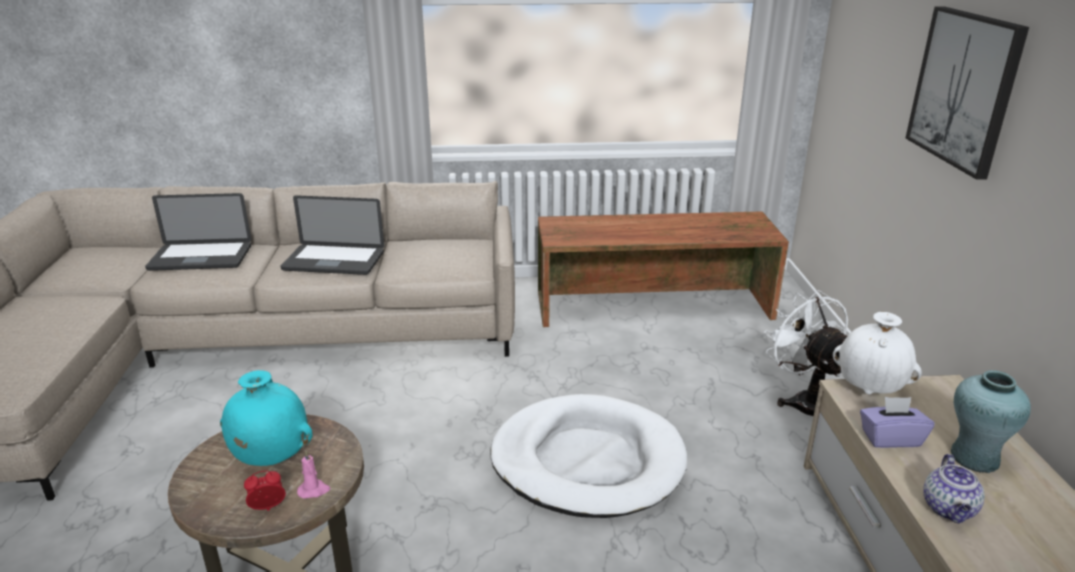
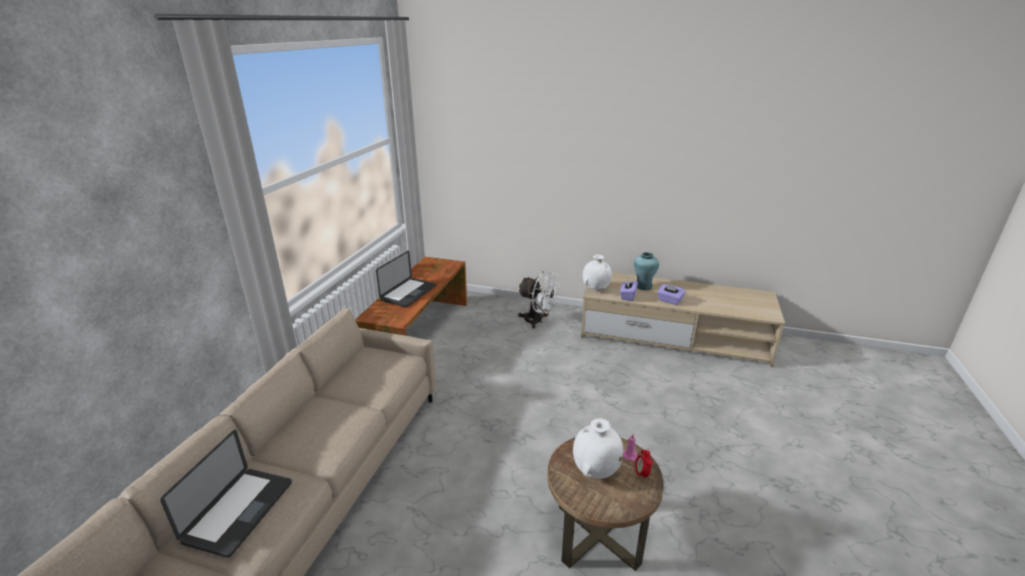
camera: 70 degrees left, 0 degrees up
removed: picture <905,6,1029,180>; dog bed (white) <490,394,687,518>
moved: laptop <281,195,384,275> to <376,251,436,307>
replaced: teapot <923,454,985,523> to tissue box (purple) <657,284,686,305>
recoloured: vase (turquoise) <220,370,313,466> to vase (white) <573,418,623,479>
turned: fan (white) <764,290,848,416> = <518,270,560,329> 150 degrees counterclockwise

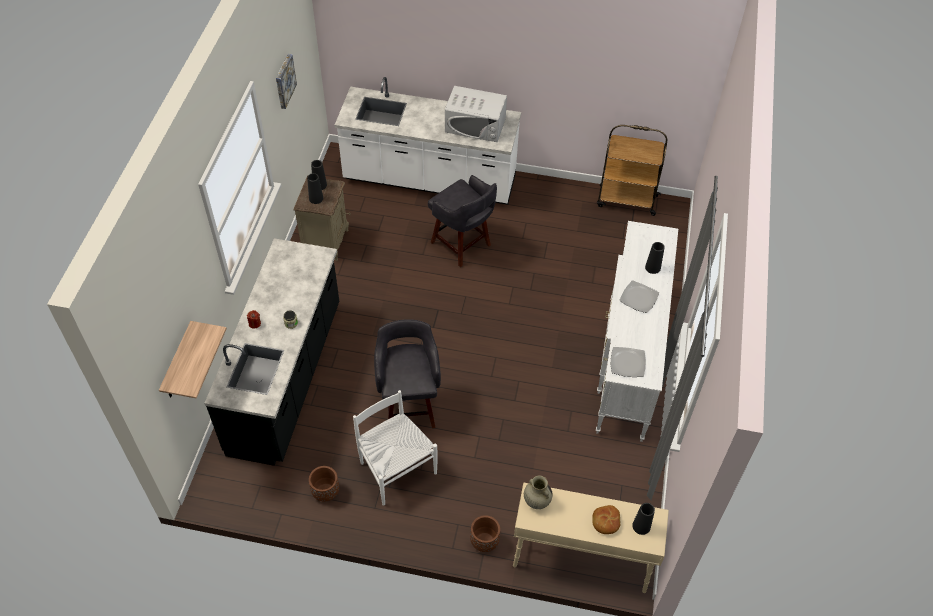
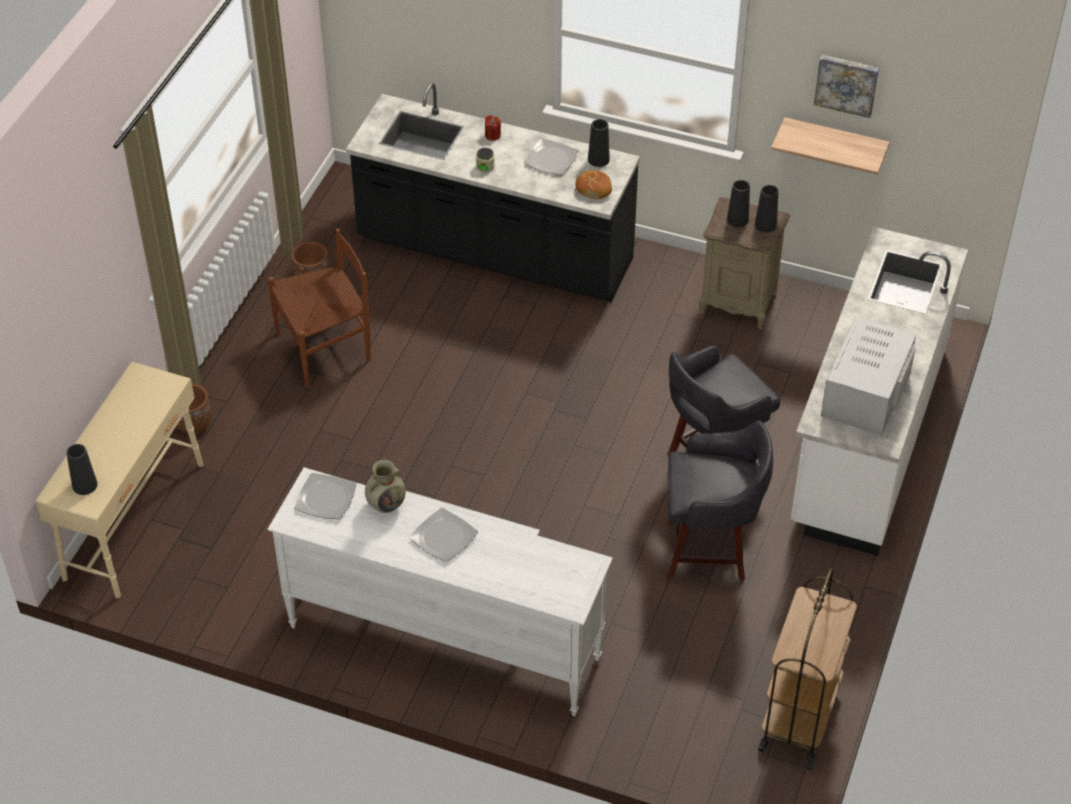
camera: 100 degrees right, 5 degrees down
added: plate <524,138,579,175>
moved: vase (black) <645,242,665,274> to <588,119,610,167>; stool (grey) <374,319,441,428> to <667,420,773,580>; shelf <159,321,227,399> to <771,117,890,175>; vase (beige) <524,475,553,509> to <365,460,406,513>; bread <592,505,620,534> to <575,170,612,199>
recoloured: chair (white) <353,390,437,506> to chair (brown) <268,228,370,388>

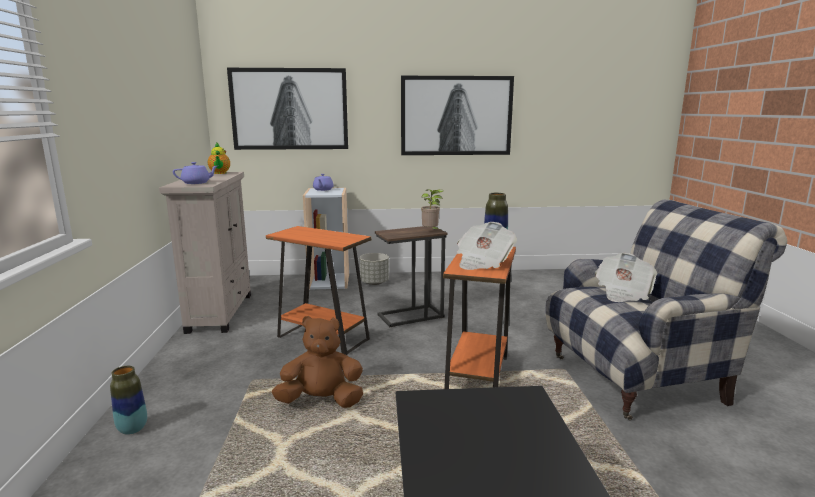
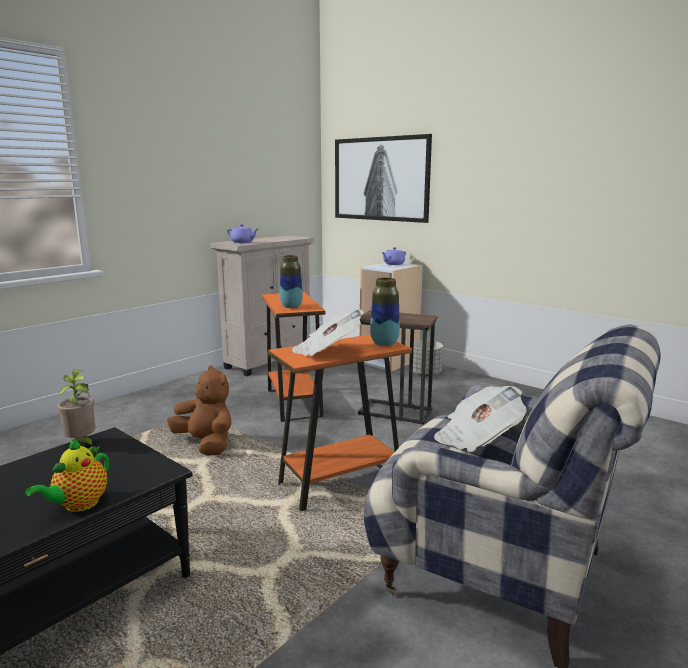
camera: 45 degrees right, 0 degrees up
removed: picture <401,76,514,155>
moved: teapot <208,143,230,174> to <25,439,109,512>; potted plant <421,189,444,229> to <57,370,95,447>; vase <110,366,147,435> to <280,255,303,308>

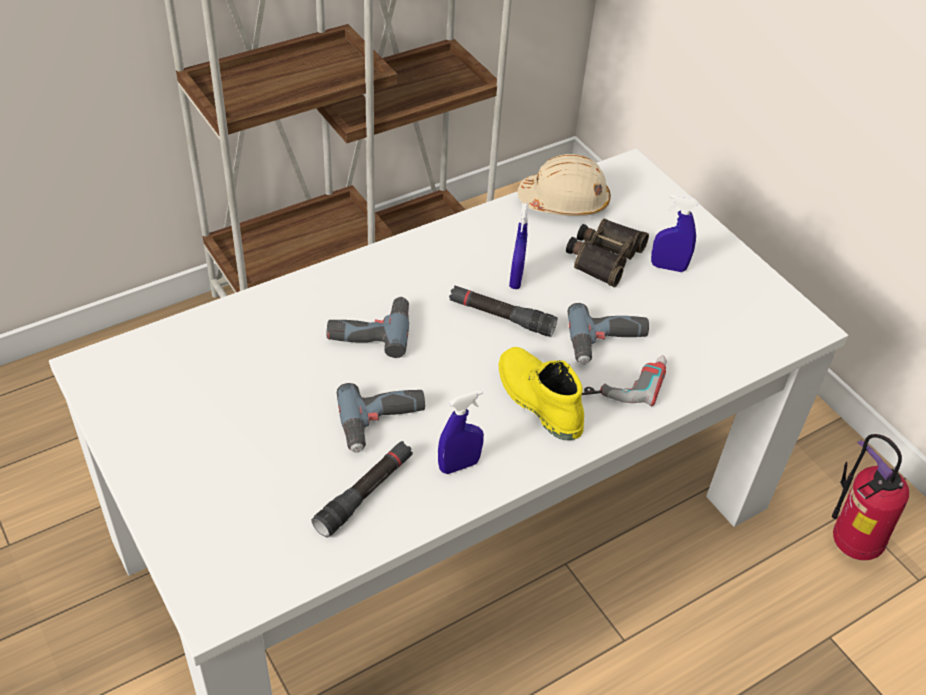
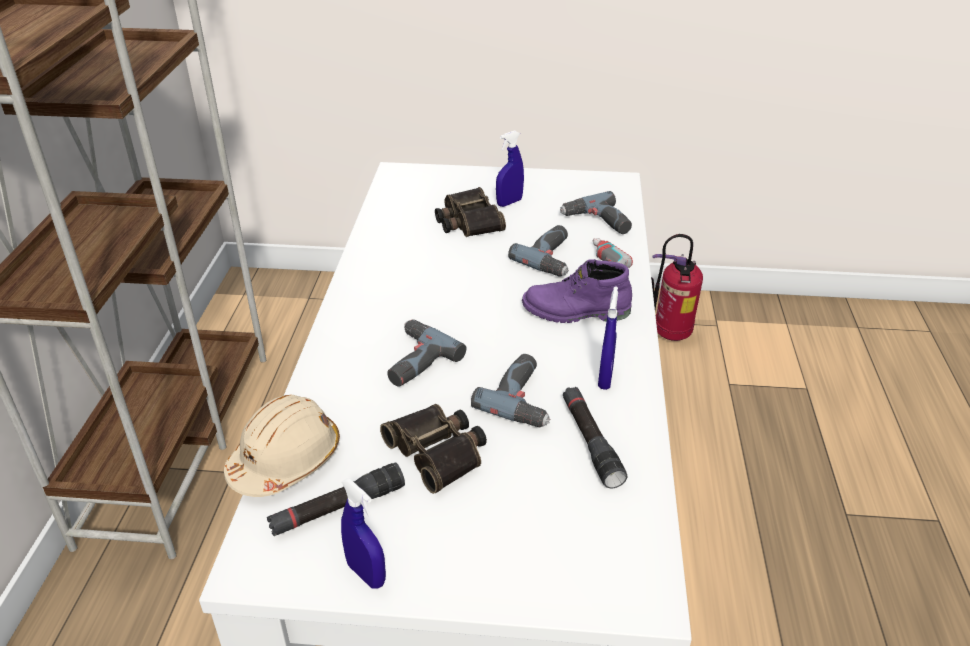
camera: 50 degrees left, 10 degrees down
added: power drill <560,191,632,234>; binoculars <380,404,487,494>
moved: hard hat (beige) <518,154,611,216> to <224,395,340,497>; spray bottle (blue) <509,203,528,289> to <341,478,386,589>; flashlight (black) <449,285,557,337> to <267,462,405,536>
recoloured: boot (yellow) <499,347,584,440> to boot (purple) <522,259,632,323>

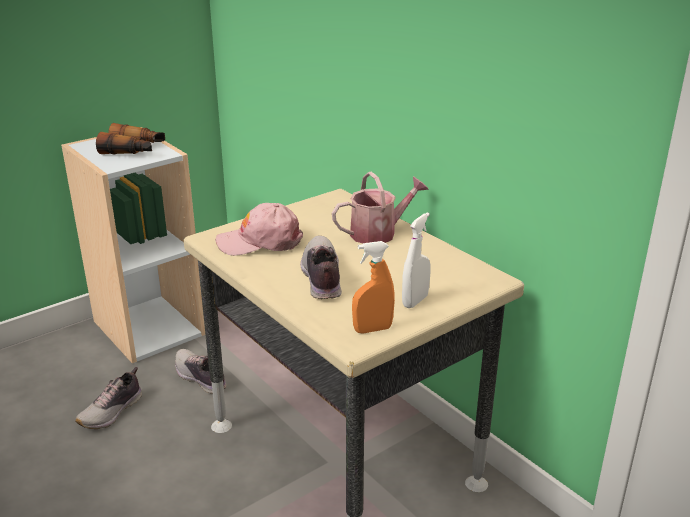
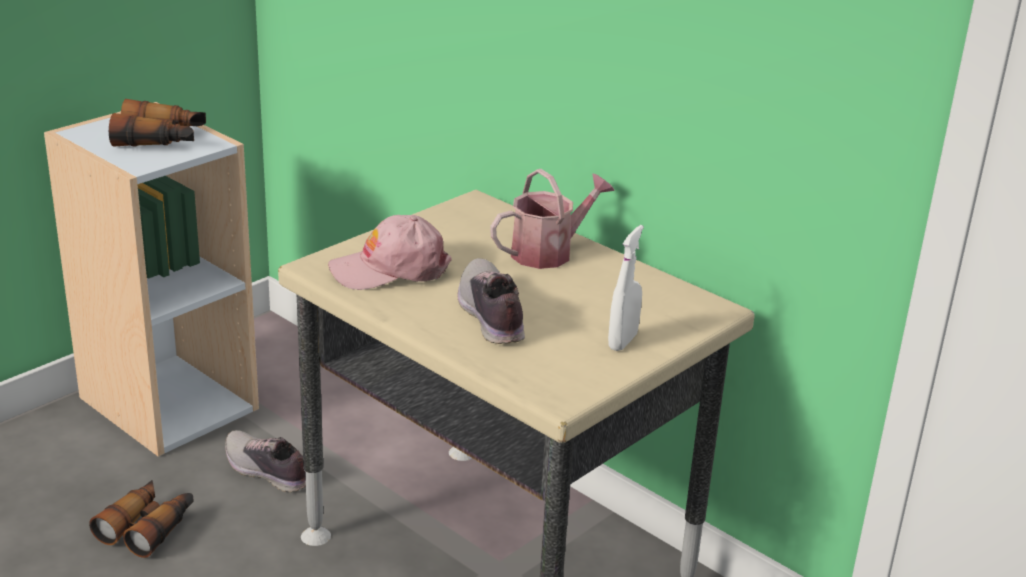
camera: 10 degrees left, 0 degrees up
removed: spray bottle (orange) <352,241,395,333>
replaced: shoe <75,367,142,429> to binoculars <89,480,194,558>

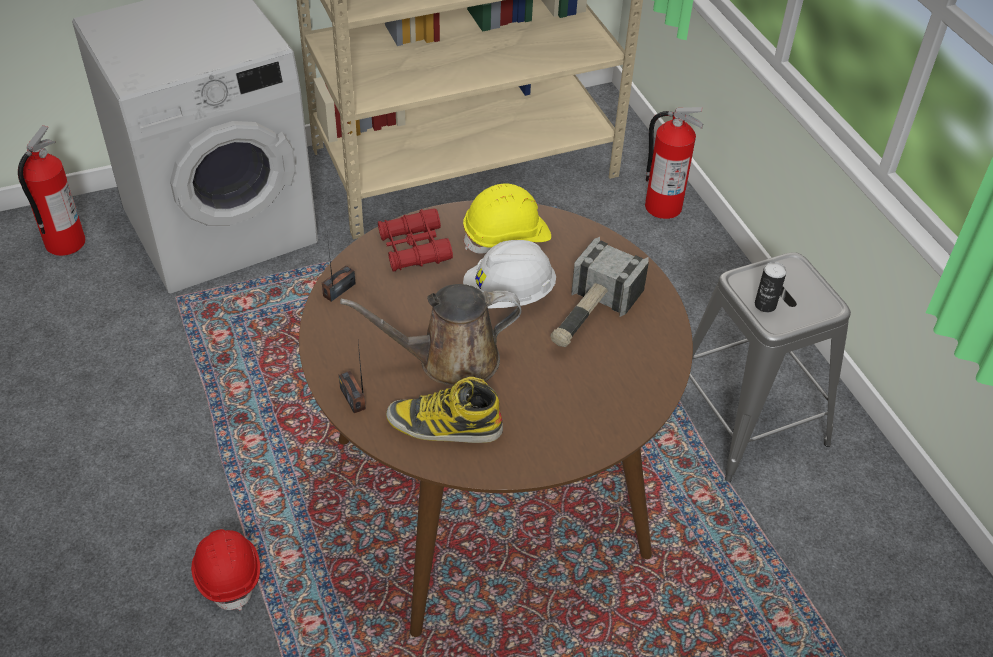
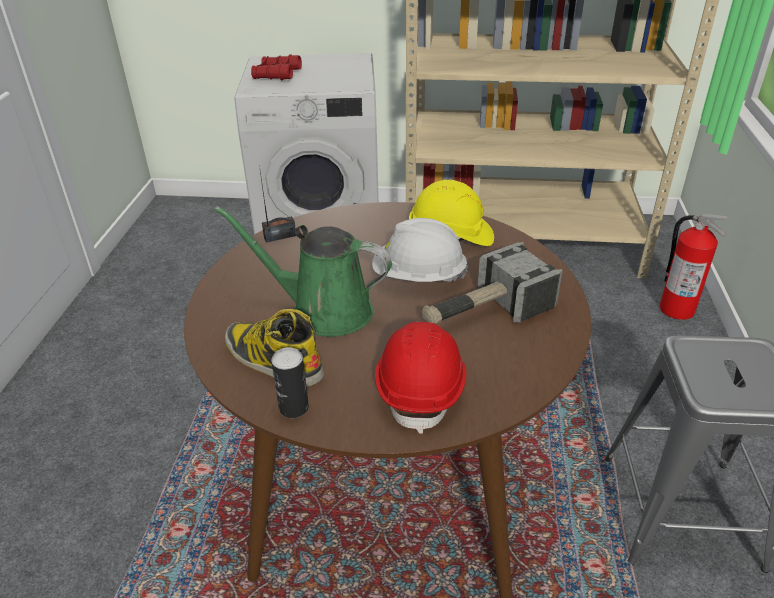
camera: 30 degrees right, 10 degrees down
removed: fire extinguisher <18,125,85,256>; radio <339,343,366,413>
moved: binoculars (red) <378,208,453,271> to <251,54,302,80>; can <755,262,787,313> to <271,347,309,418>; hard hat (red) <191,529,260,610> to <375,322,467,434>
recoloured: watering can (brown) <340,284,522,386> to watering can (green) <214,206,392,337>

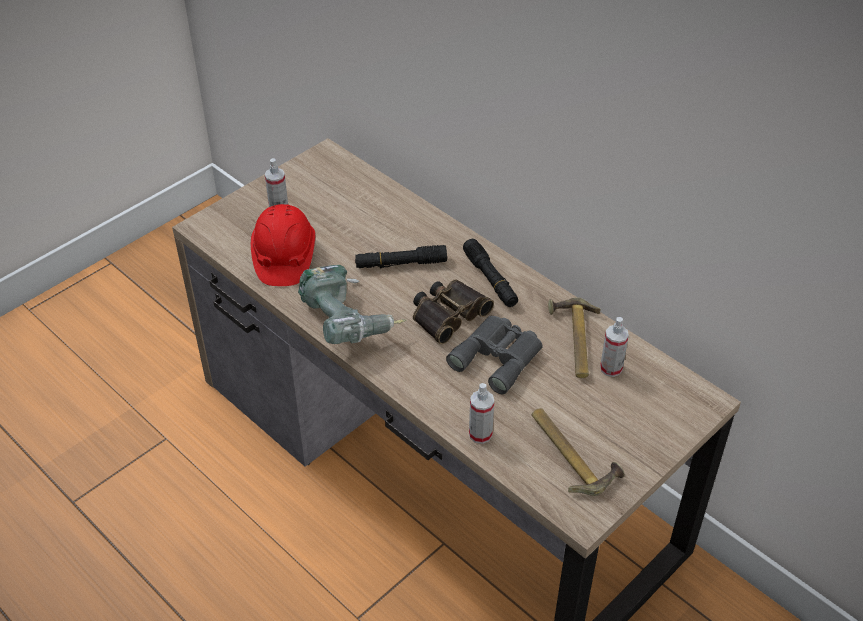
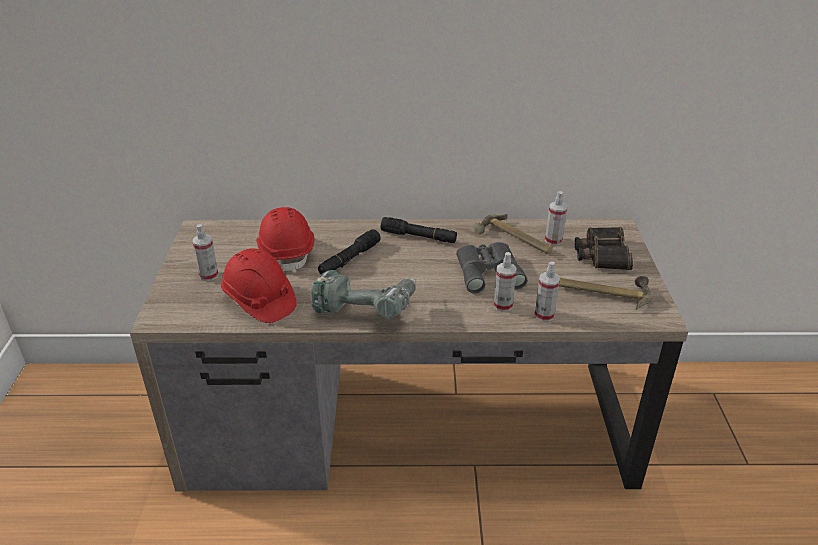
camera: 45 degrees left, 10 degrees down
added: hard hat (red) <257,207,314,273>; spray bottle <494,252,517,312>
moved: binoculars <413,279,494,344> to <575,227,633,270>

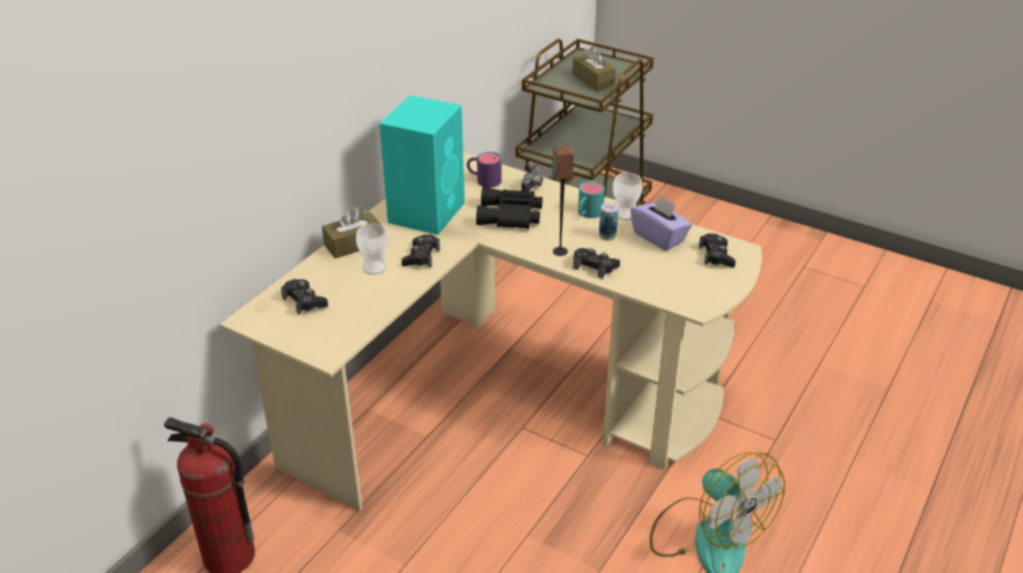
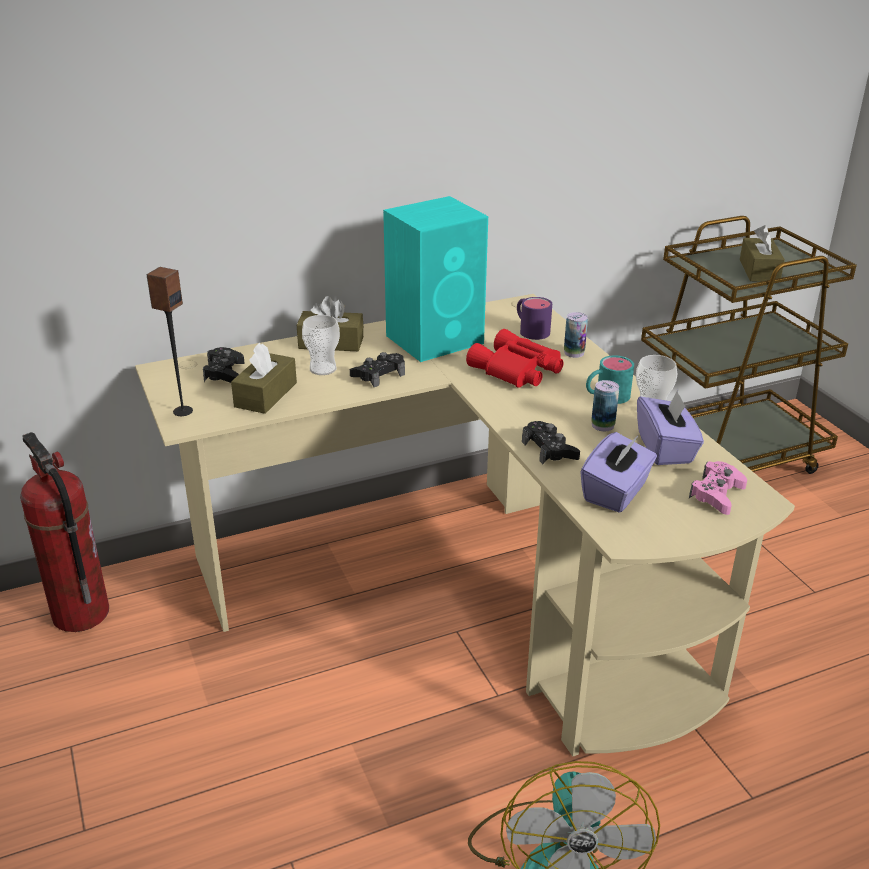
camera: 35 degrees right, 5 degrees down
added: tissue box (brown) <231,343,297,414>; tissue box (purple) <580,432,657,513>
moved: speaker <552,145,574,256> to <146,267,193,416>
replaced: photo camera <521,163,543,192> to can <564,312,588,358>
recoloured: binoculars (black) <476,187,543,229> to binoculars (red) <466,329,563,388>; game controller (black) <699,233,736,267> to game controller (pink) <689,461,747,515>

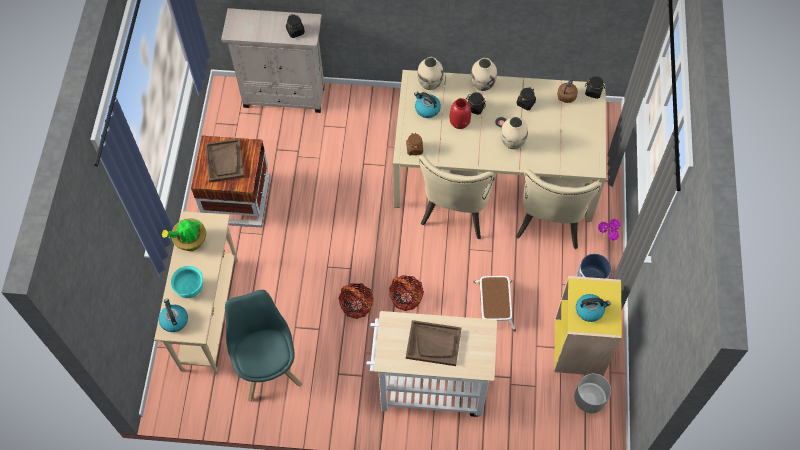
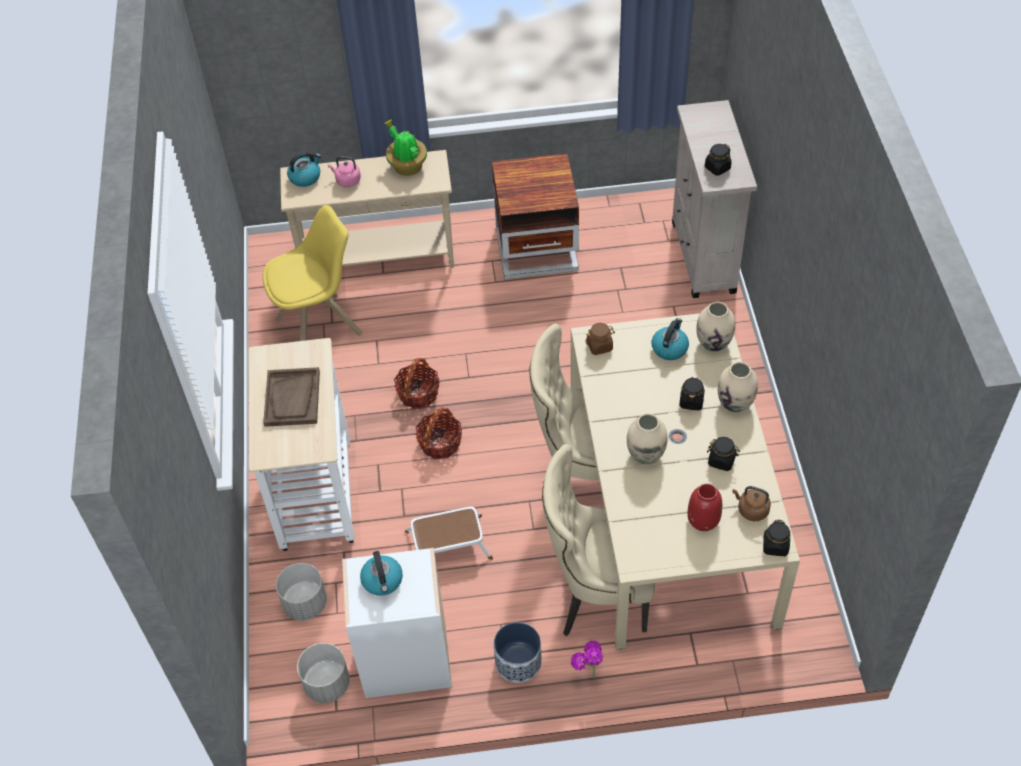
camera: 80 degrees right, 10 degrees down
removed: tray (brown) <205,138,244,182>
added: planter (grey) <276,563,327,621>
moved: vase (red) <450,98,471,129> to <687,483,722,531>
replaced: bowl (turquoise) <171,266,203,298> to kettle (pink) <328,156,361,187>
recoloured: bookcase (yellow) <554,276,622,376> to bookcase (white) <342,548,452,698>; chair (turquoise) <225,290,302,402> to chair (yellow) <263,205,362,341>

